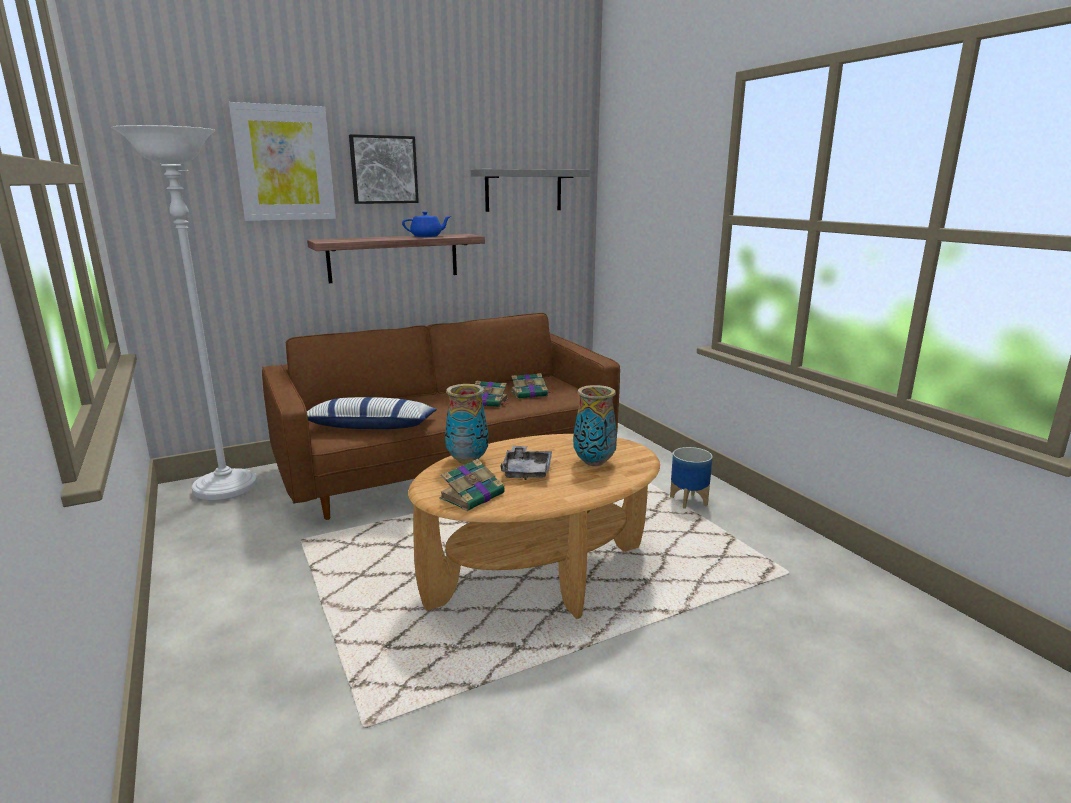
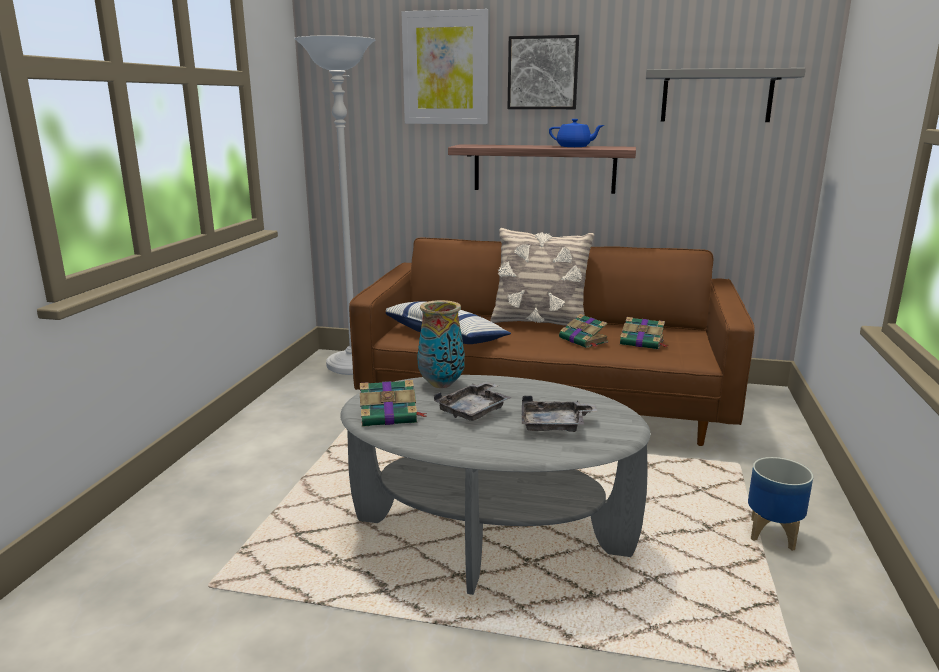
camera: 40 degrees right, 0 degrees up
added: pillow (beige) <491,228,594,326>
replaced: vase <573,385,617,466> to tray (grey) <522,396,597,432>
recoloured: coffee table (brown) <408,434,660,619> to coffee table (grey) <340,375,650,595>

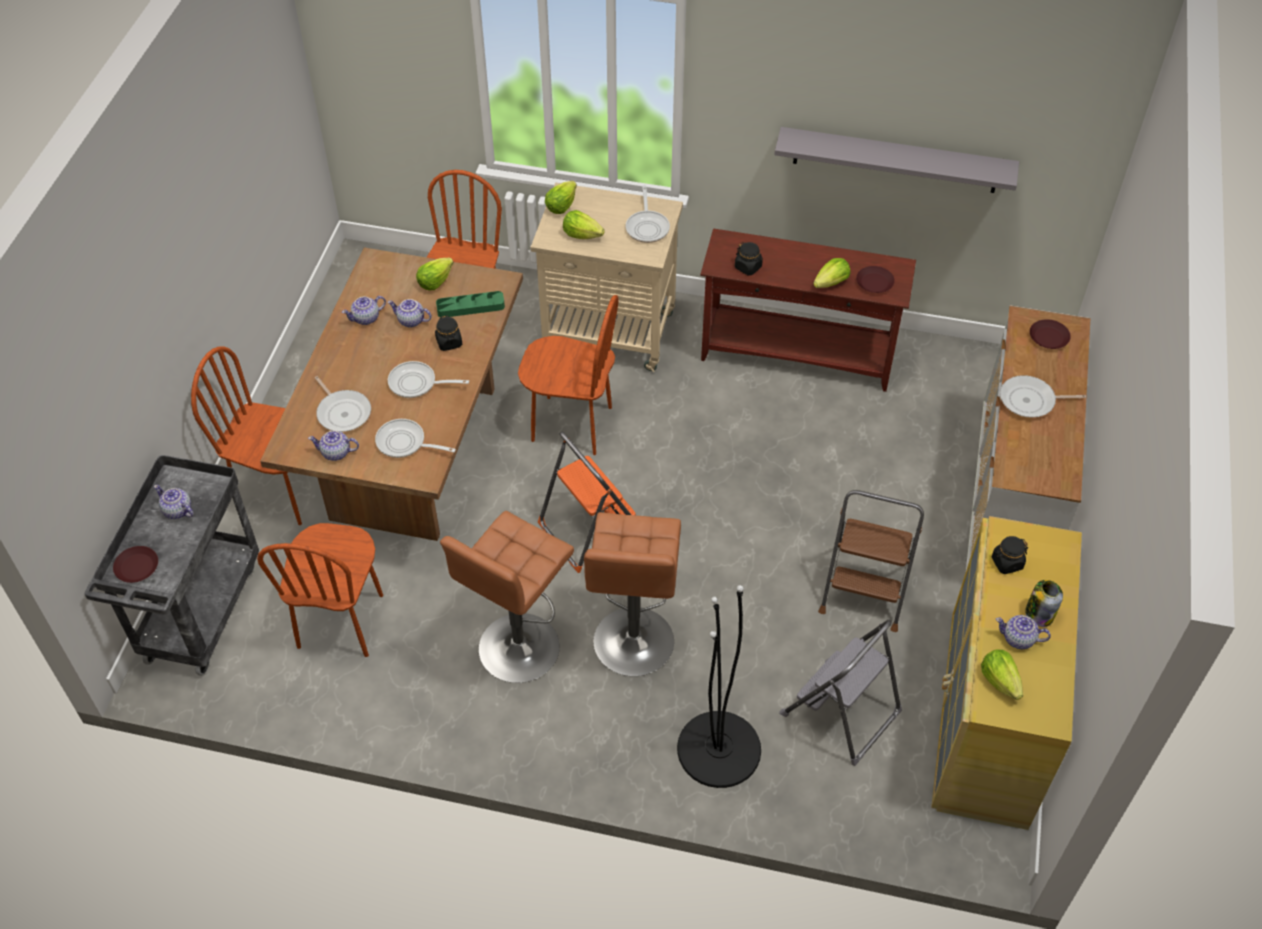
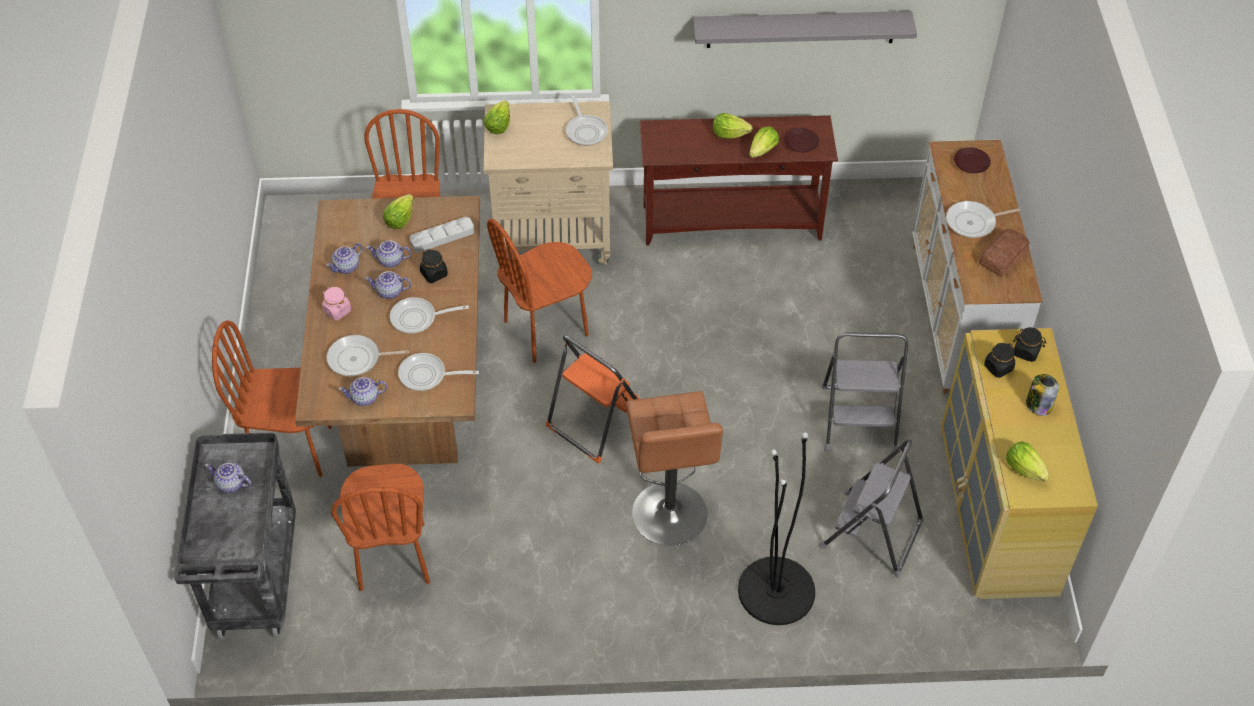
camera: 15 degrees left, 0 degrees up
removed: stool (brown) <440,511,574,683>; plate (brown) <113,546,158,583>
added: bread <979,229,1030,277>; jar (pink) <322,287,351,320>
moved: lettuce <563,210,605,239> to <713,113,753,139>; jar (black) <735,242,763,276> to <1013,327,1046,362>; teapot <996,615,1051,650> to <365,271,411,299>
recoloured: tray (green) <436,291,505,318> to tray (grey) <410,217,474,252>; step ladder (brown) <818,490,924,632> to step ladder (grey) <822,332,908,452>
turned: chair (brown) <518,295,619,455> = <487,219,592,363> 150 degrees clockwise; frying pan <315,376,371,432> = <326,335,409,376> 135 degrees clockwise

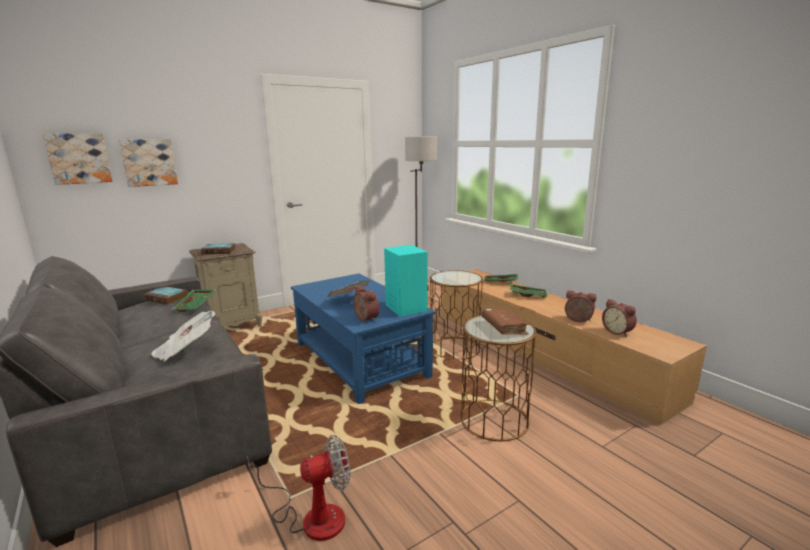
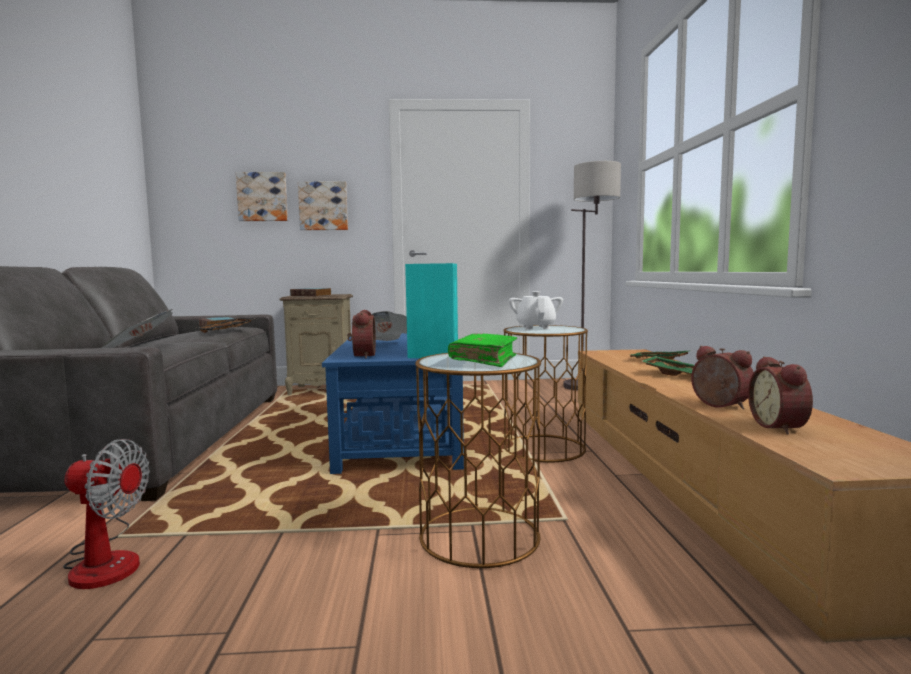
camera: 30 degrees right, 10 degrees down
added: teapot (white) <509,291,563,329>
moved: picture <43,133,112,185> to <298,181,348,230>
recoloured: tray (green) <172,289,216,312> to tray (black) <198,318,255,333>; book (brown) <481,308,530,335> to book (green) <448,333,517,367>

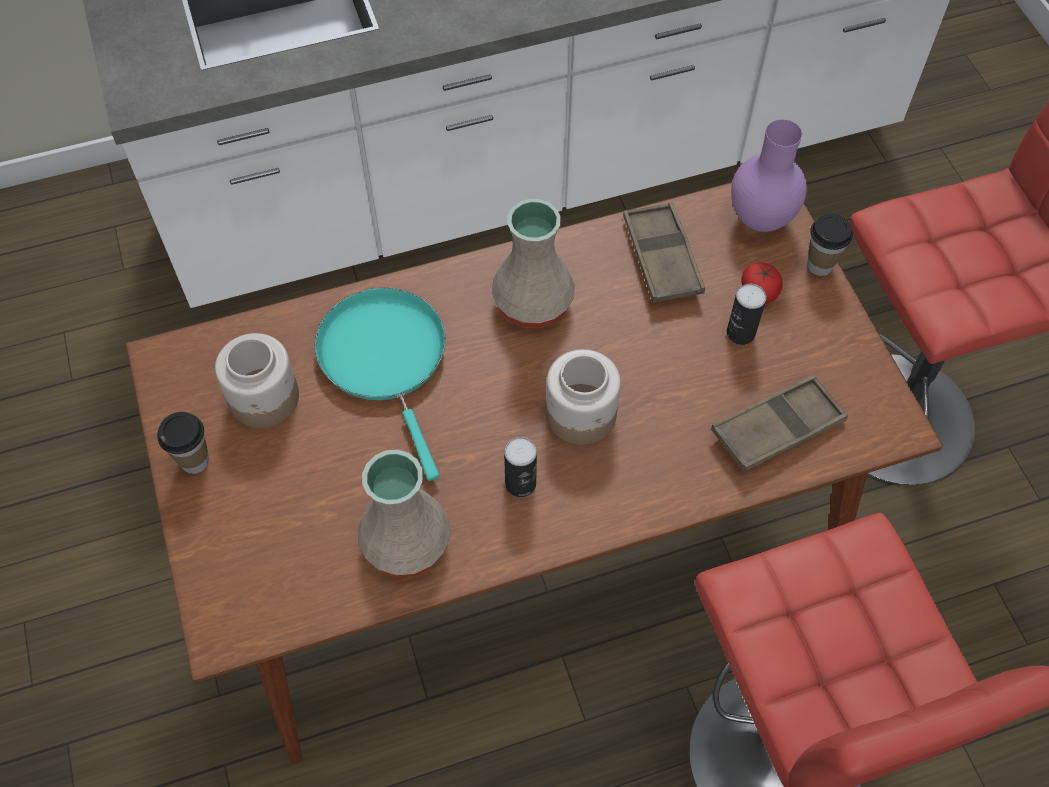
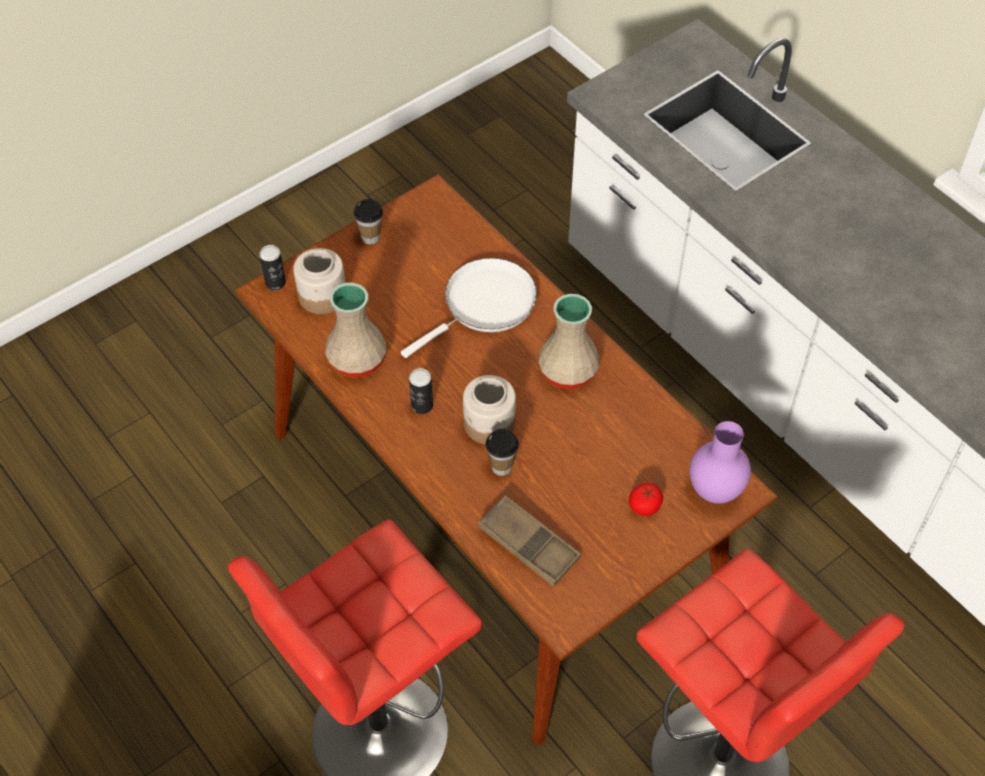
camera: 70 degrees right, 5 degrees down
removed: tray (brown) <623,202,705,303>
moved: cup <807,214,853,276> to <486,429,519,476>; can <727,284,766,345> to <259,245,286,290>; jar <215,333,299,428> to <293,248,345,314>
recoloured: frying pan (turquoise) <315,288,446,481> to frying pan (white) <401,258,537,358>

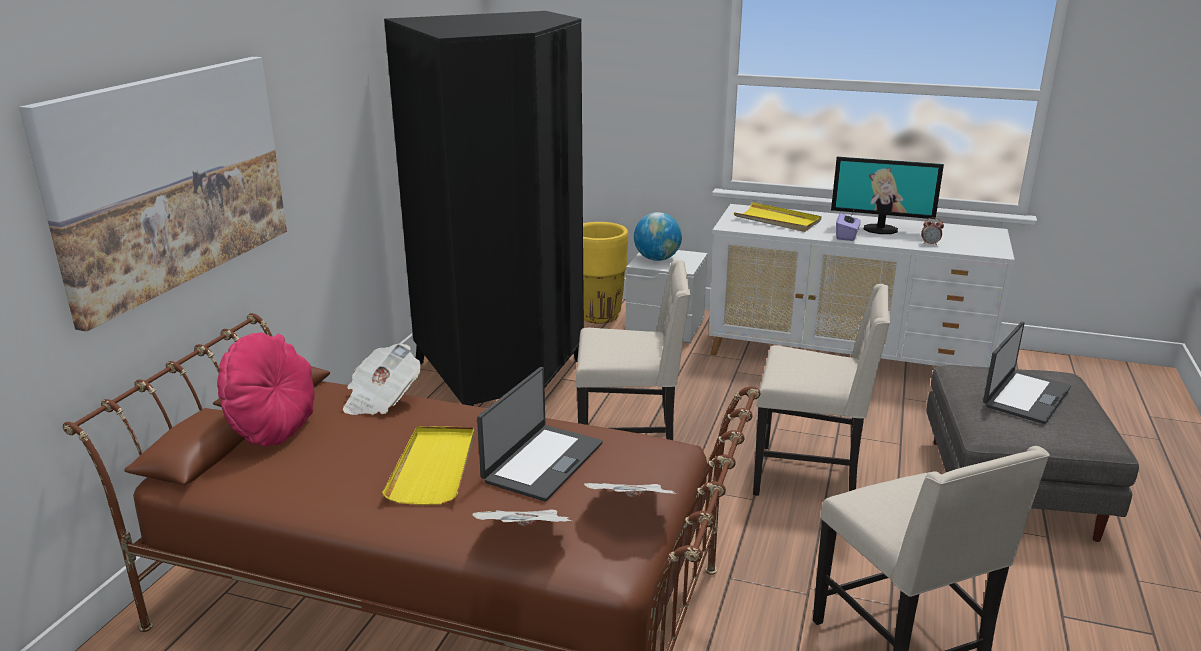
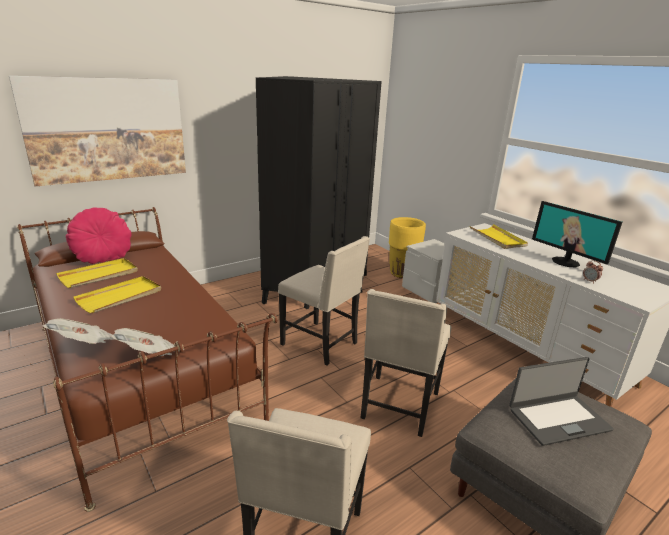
camera: 35 degrees right, 0 degrees up
removed: tissue box (purple) <836,211,861,241>; globe <634,212,682,261>; newspaper <343,343,421,415>; laptop <477,367,603,501>
added: tray (yellow) <56,258,138,288>
turned: chair (beige) <753,284,890,496> = <361,289,451,437> 60 degrees clockwise

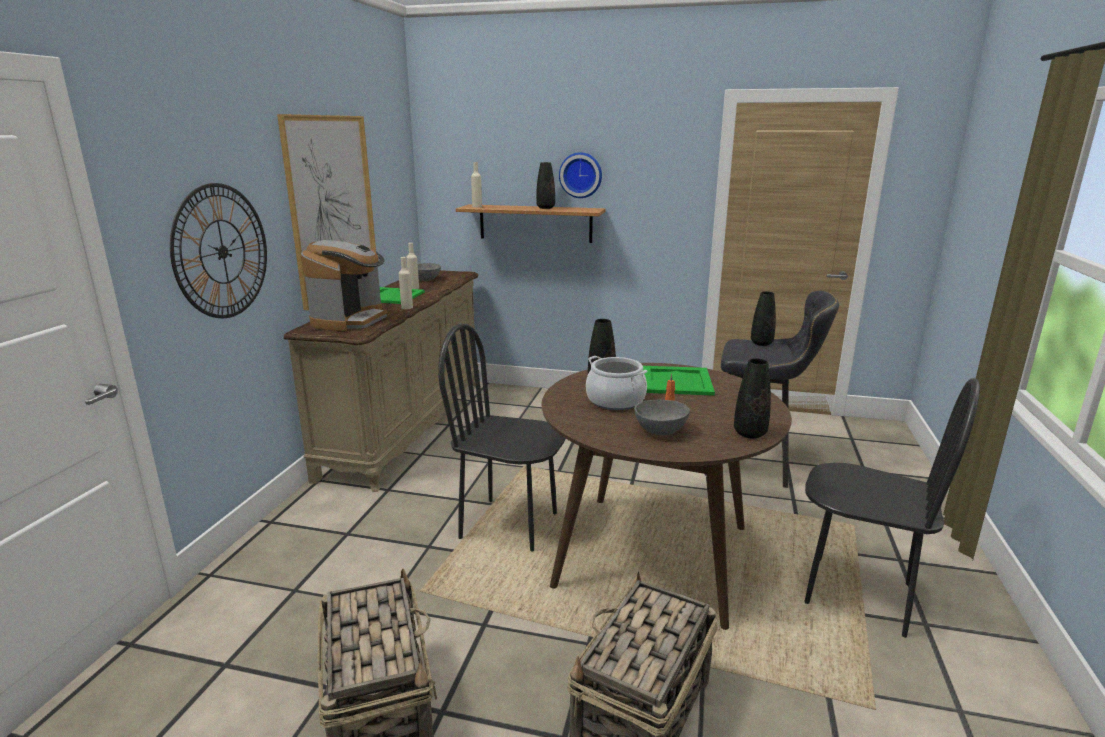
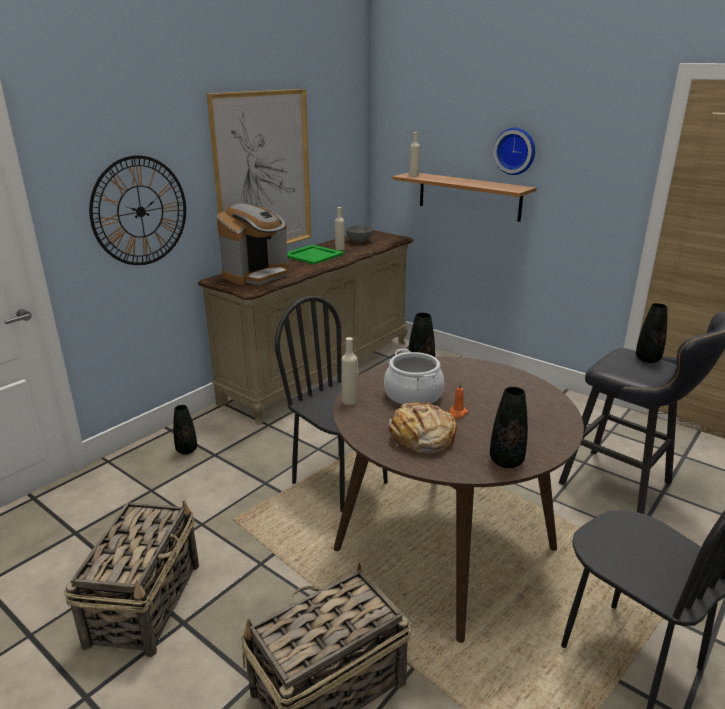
camera: 25 degrees right, 5 degrees up
removed: tray (green) <643,366,715,396>
moved: vase (black) <536,162,555,209> to <173,405,197,455>; bottle (beige) <399,257,413,309> to <341,337,358,405>
replaced: bowl (grey) <634,400,690,435> to bread <388,402,457,454>

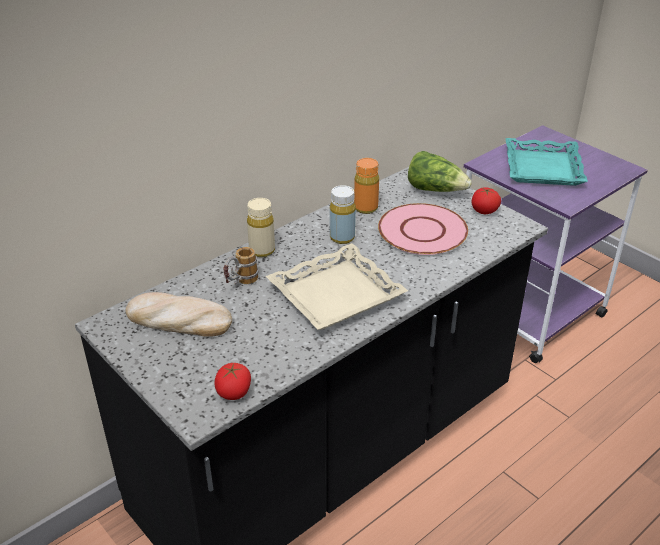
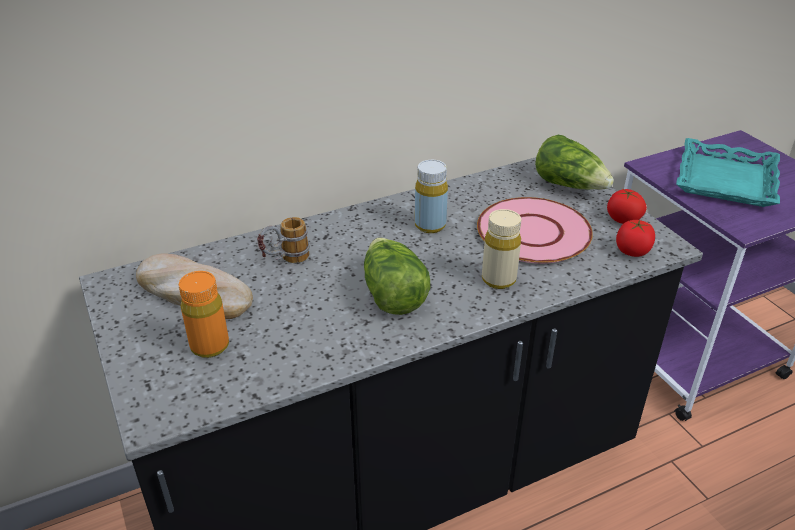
camera: 15 degrees right, 0 degrees up
moved: bottle (orange) <354,158,379,214> to <179,271,229,358>; bottle (beige) <247,198,275,257> to <482,209,521,289>; tomato <215,363,251,400> to <616,220,655,257>
replaced: tray (beige) <266,243,408,330> to lettuce <364,238,430,315>

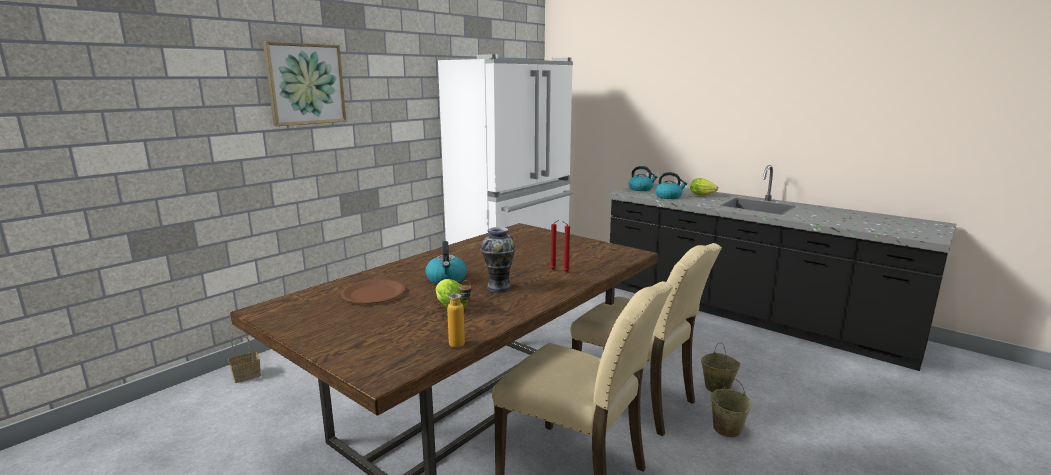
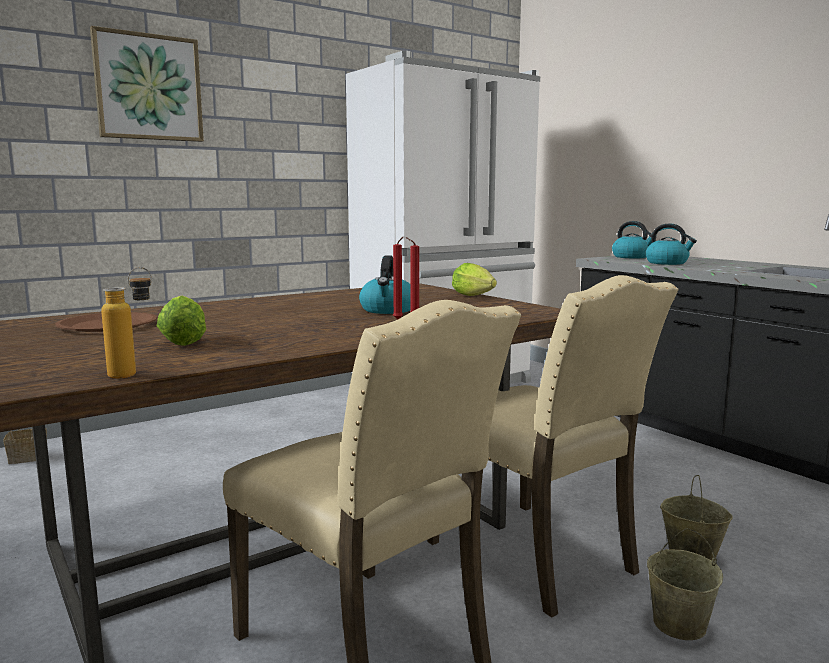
camera: 15 degrees right, 5 degrees down
removed: vase <480,227,516,293>
moved: lettuce <690,178,718,195> to <452,263,497,296>; kettle <425,241,467,284> to <359,255,411,314>

